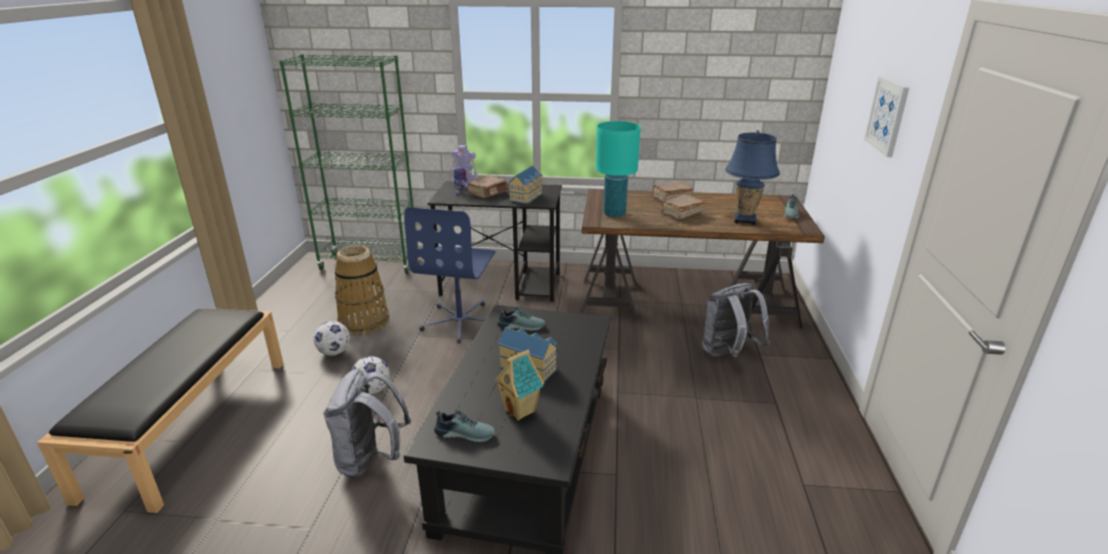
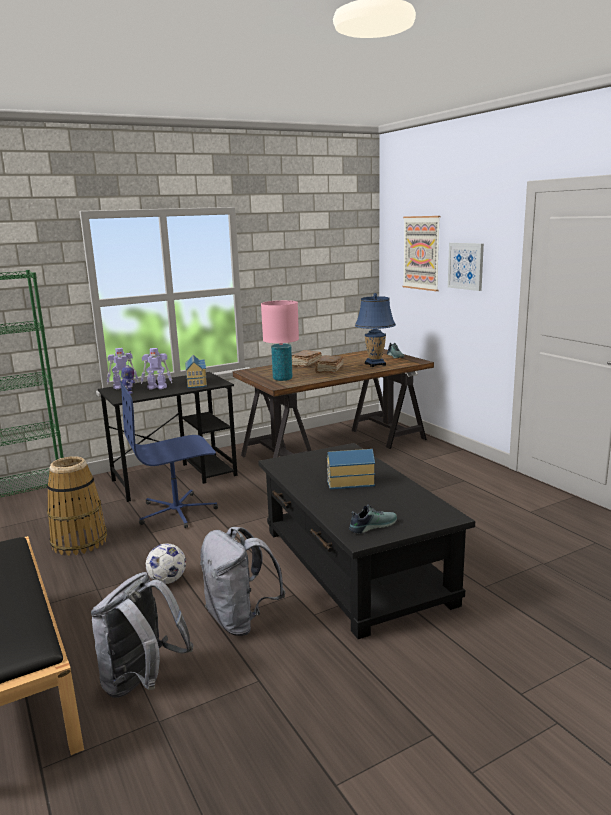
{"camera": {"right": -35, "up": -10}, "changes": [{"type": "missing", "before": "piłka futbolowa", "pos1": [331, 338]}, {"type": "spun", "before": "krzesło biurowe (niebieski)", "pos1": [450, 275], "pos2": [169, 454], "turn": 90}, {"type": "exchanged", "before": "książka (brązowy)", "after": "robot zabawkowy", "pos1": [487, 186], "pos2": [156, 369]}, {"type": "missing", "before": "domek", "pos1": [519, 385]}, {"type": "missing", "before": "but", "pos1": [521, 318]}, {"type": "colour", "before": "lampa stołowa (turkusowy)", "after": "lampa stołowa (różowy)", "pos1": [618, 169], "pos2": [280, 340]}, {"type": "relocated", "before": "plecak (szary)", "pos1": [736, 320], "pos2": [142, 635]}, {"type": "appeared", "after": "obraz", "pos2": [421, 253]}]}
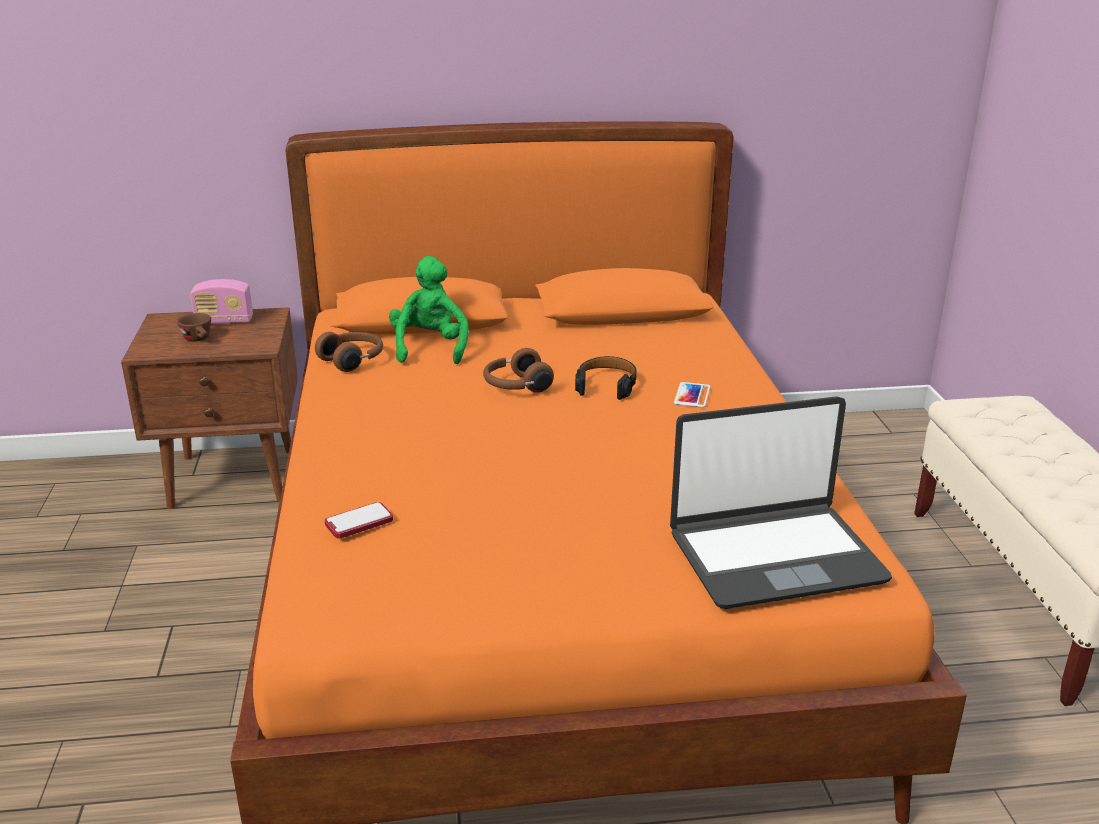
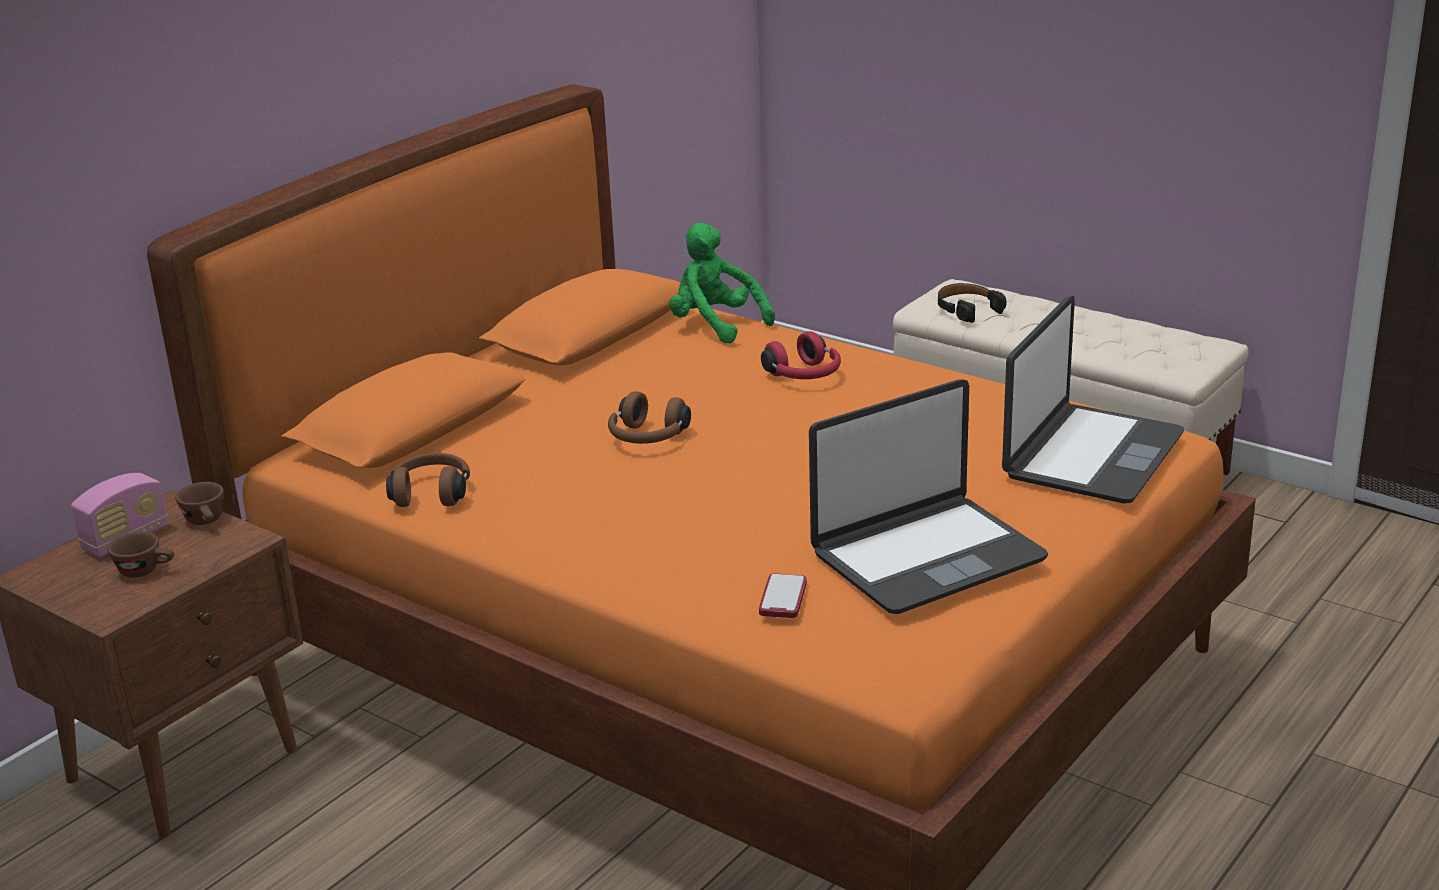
{"camera": {"right": -45, "up": 0}, "changes": [{"type": "relocated", "before": "pluszak (zielony)", "pos1": [429, 310], "pos2": [722, 283]}, {"type": "relocated", "before": "słuchawki (czarny)", "pos1": [606, 378], "pos2": [972, 303]}, {"type": "exchanged", "before": "telefon", "after": "słuchawki (czerwony)", "pos1": [692, 395], "pos2": [801, 355]}, {"type": "appeared", "after": "filiżanka (brązowy)", "pos2": [199, 503]}, {"type": "appeared", "after": "laptop", "pos2": [928, 496]}]}
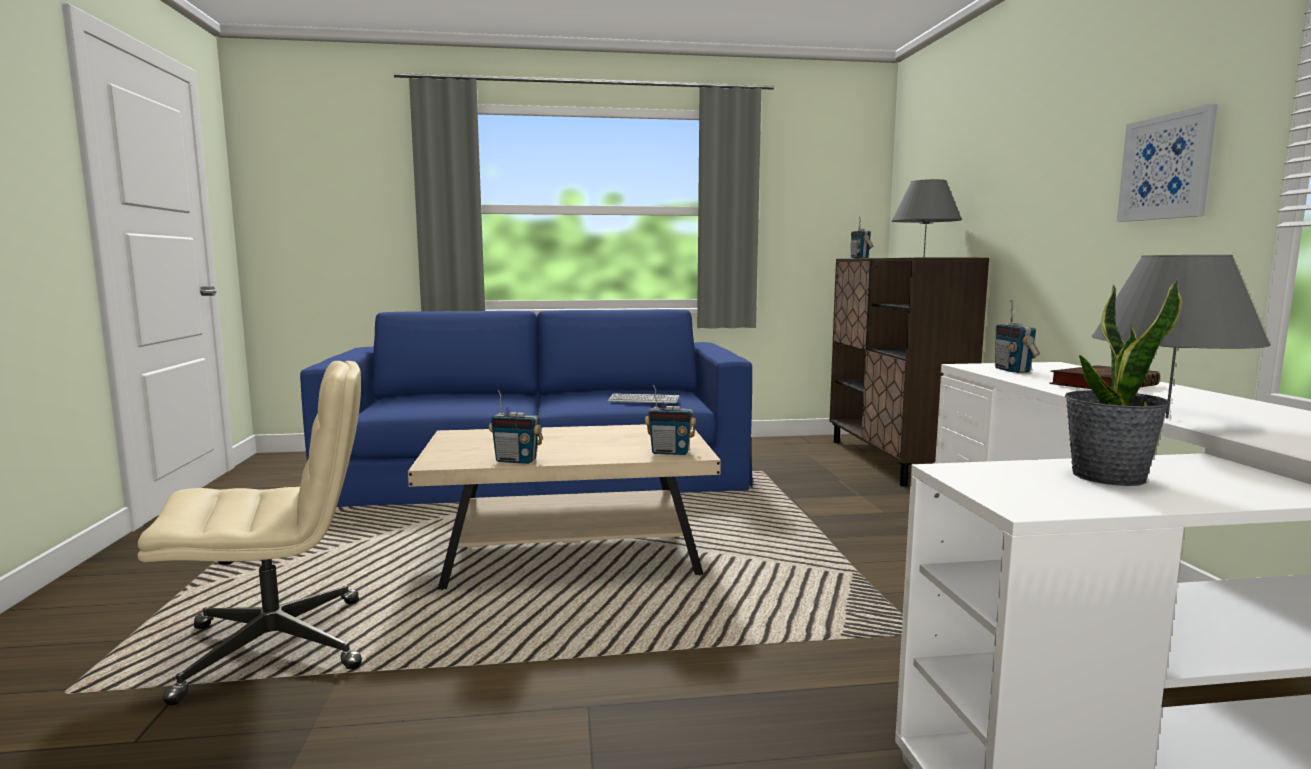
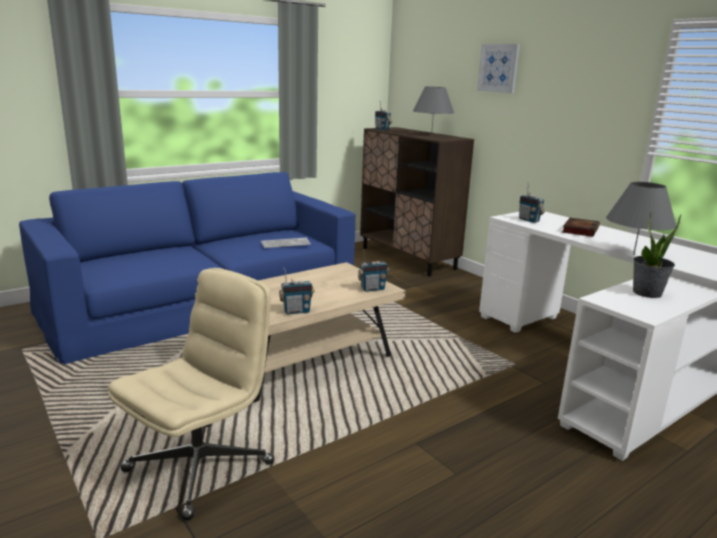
{"camera": {"right": -30, "up": 10}, "changes": [{"type": "relocated", "before": "obraz", "pos1": [1167, 163], "pos2": [498, 68]}]}
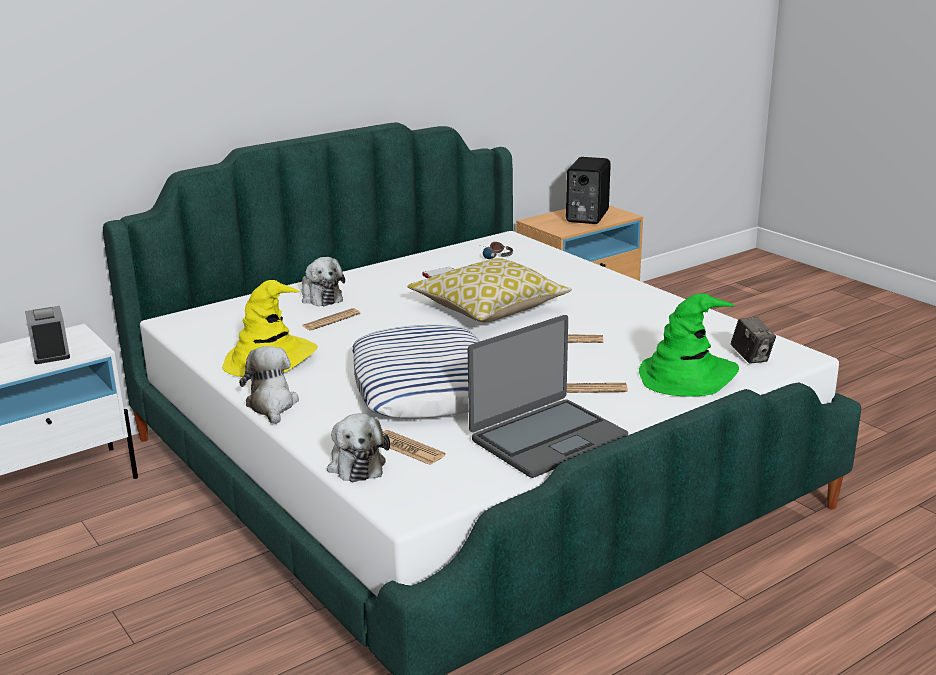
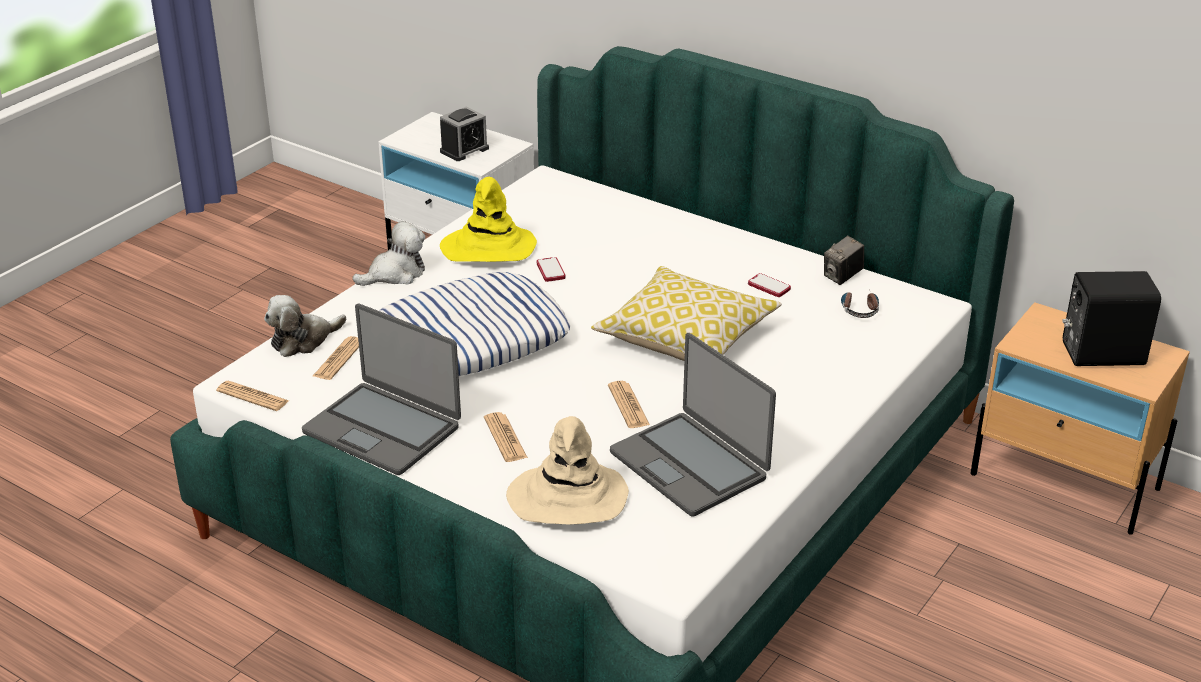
{"camera": {"right": 70, "up": 10}, "changes": [{"type": "missing", "before": "pluszak", "pos1": [323, 281]}, {"type": "relocated", "before": "gazeta", "pos1": [331, 319], "pos2": [252, 396]}, {"type": "colour", "before": "kapelusz (zielony)", "after": "kapelusz (beżowy)", "pos1": [689, 344], "pos2": [567, 470]}, {"type": "relocated", "before": "aparat fotograficzny", "pos1": [753, 340], "pos2": [844, 260]}, {"type": "appeared", "after": "telefon", "pos2": [551, 269]}, {"type": "appeared", "after": "laptop", "pos2": [693, 425]}]}
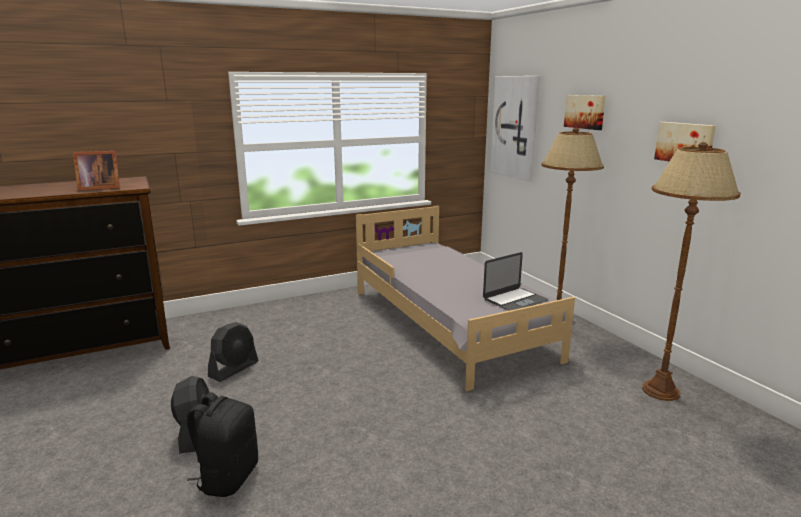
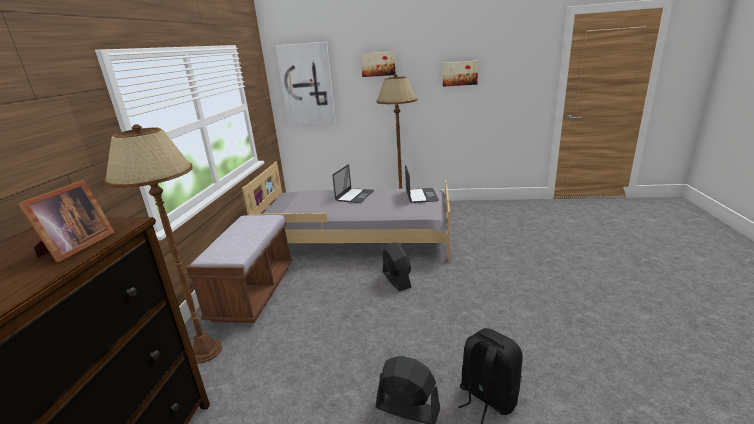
{"camera": {"right": -55, "up": 5}, "changes": [{"type": "relocated", "before": "wentylator (czarny)", "pos1": [233, 352], "pos2": [397, 266]}, {"type": "relocated", "before": "lampa stojąca (brązowy)", "pos1": [691, 271], "pos2": [162, 244]}, {"type": "appeared", "after": "ławka (brązowy)", "pos2": [239, 269]}, {"type": "appeared", "after": "laptop", "pos2": [353, 183]}]}
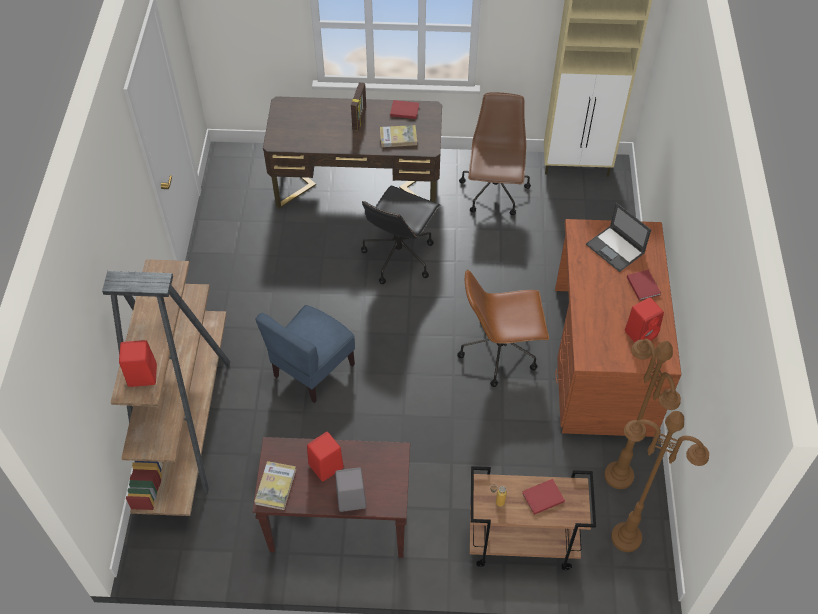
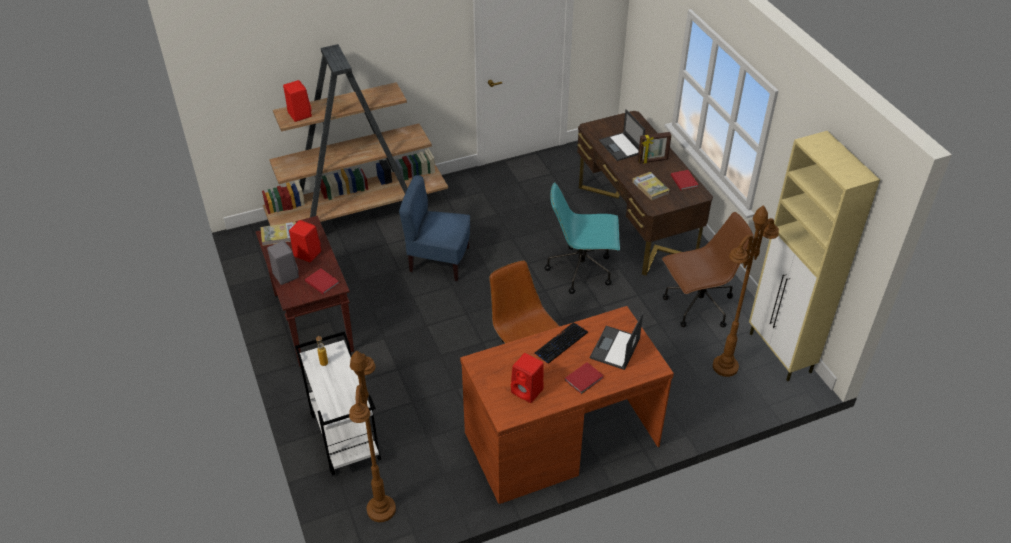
{"camera": {"right": 65, "up": -10}, "changes": [{"type": "colour", "before": "krzesło biurowe (czarny)", "after": "krzesło biurowe (turkusowy)", "pos1": [400, 234], "pos2": [582, 238]}, {"type": "colour", "before": "wózek (brązowy)", "after": "wózek (biały)", "pos1": [533, 518], "pos2": [338, 403]}, {"type": "relocated", "before": "książka (czerwony)", "pos1": [543, 497], "pos2": [322, 281]}, {"type": "relocated", "before": "lampa stojąca (brązowy)", "pos1": [642, 414], "pos2": [746, 291]}, {"type": "appeared", "after": "klawiatura", "pos2": [561, 343]}, {"type": "appeared", "after": "laptop", "pos2": [622, 135]}]}
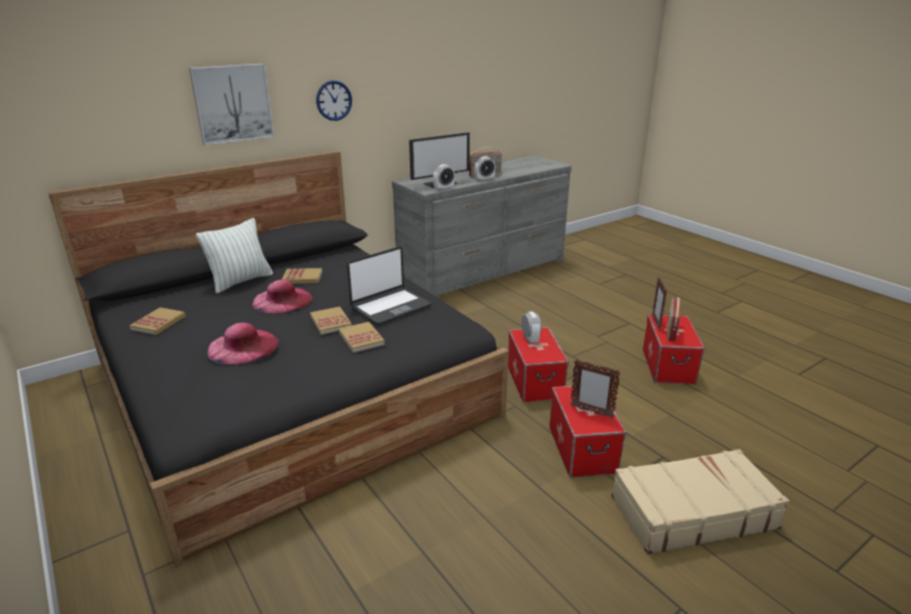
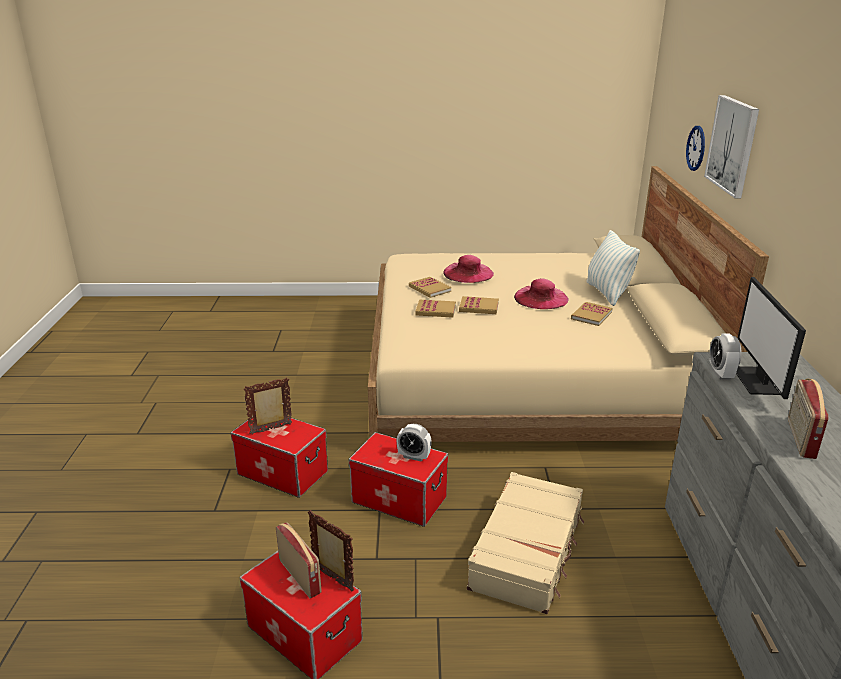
{"camera": {"right": 125, "up": 0}, "changes": [{"type": "colour", "before": "łóżko (czarny)", "after": "łóżko (beżowy)", "pos1": [278, 359], "pos2": [568, 304]}, {"type": "relocated", "before": "książka", "pos1": [157, 321], "pos2": [430, 287]}, {"type": "relocated", "before": "zegar ścienny", "pos1": [334, 100], "pos2": [695, 148]}, {"type": "missing", "before": "laptop", "pos1": [389, 286]}, {"type": "missing", "before": "budzik", "pos1": [485, 168]}, {"type": "relocated", "before": "walizka (beżowy)", "pos1": [700, 501], "pos2": [525, 543]}]}
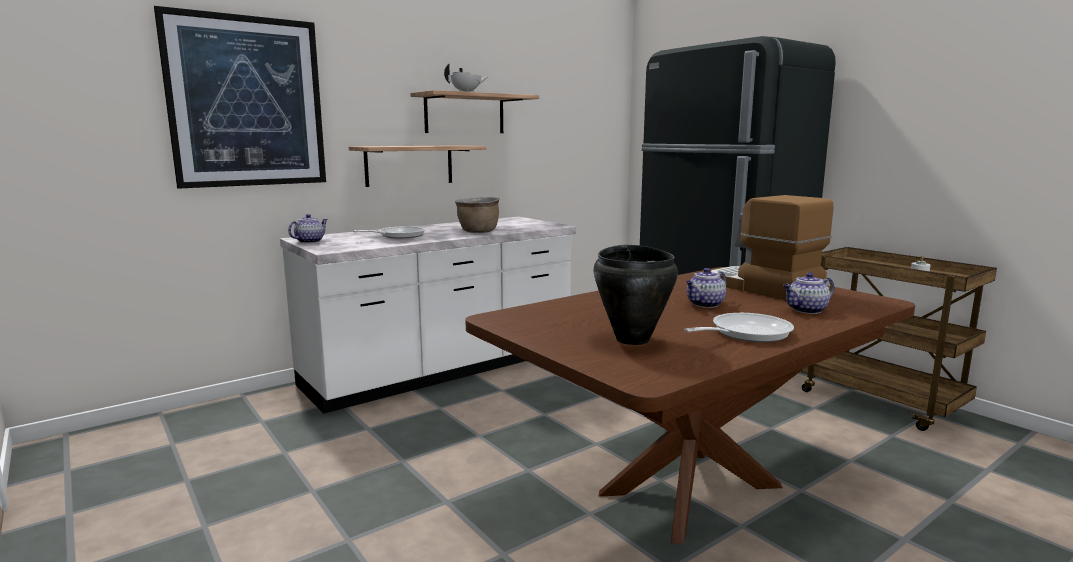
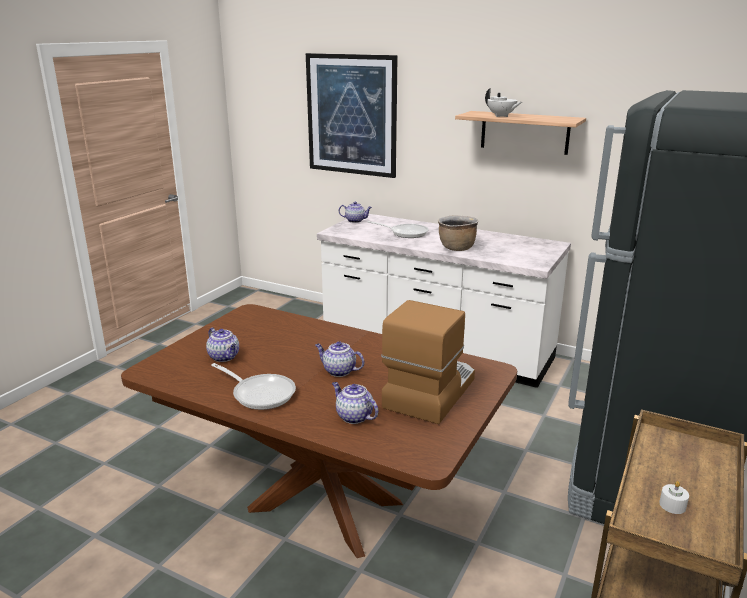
{"camera": {"right": 65, "up": 10}, "changes": [{"type": "missing", "before": "półka", "pos1": [418, 166]}, {"type": "exchanged", "before": "garnek (czarny)", "after": "imbryk", "pos1": [636, 295], "pos2": [222, 345]}]}
